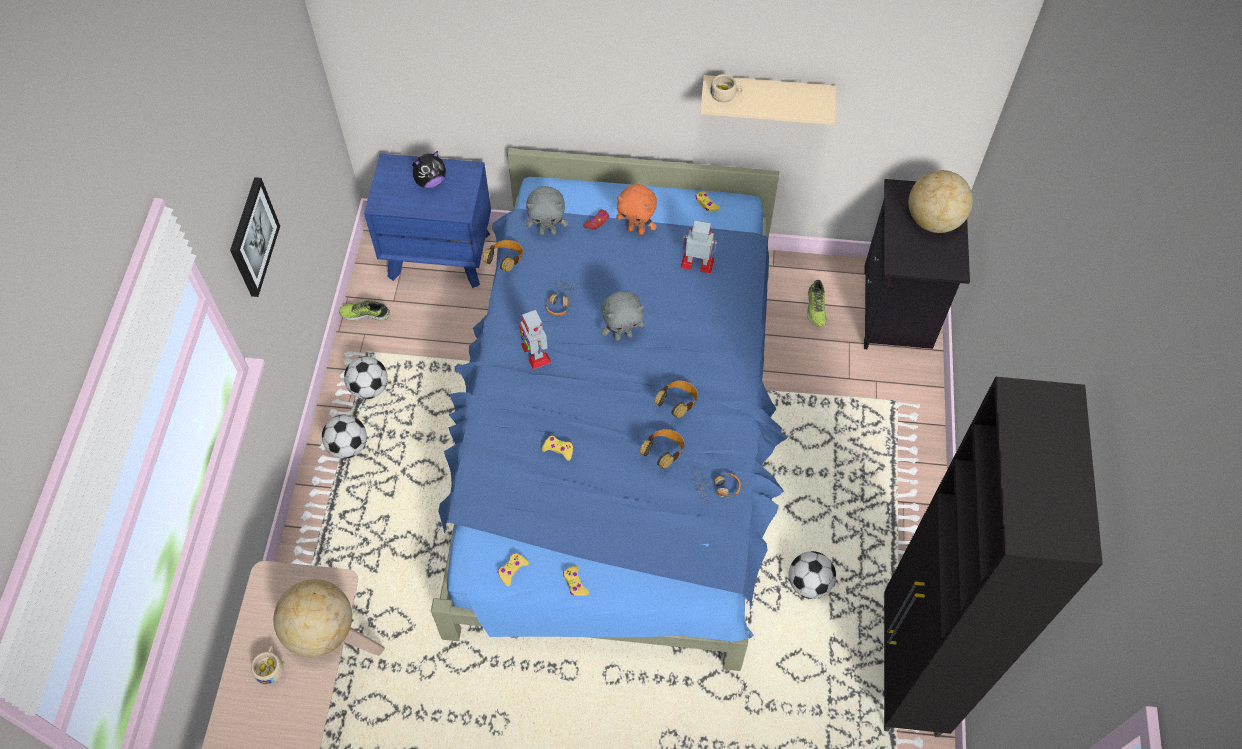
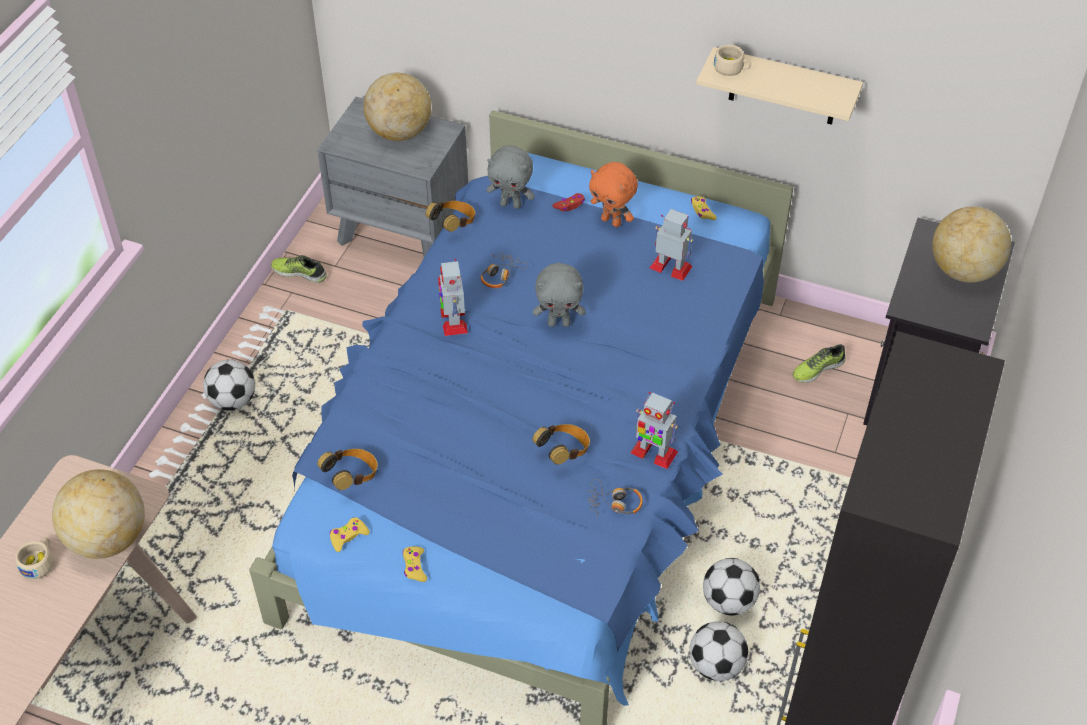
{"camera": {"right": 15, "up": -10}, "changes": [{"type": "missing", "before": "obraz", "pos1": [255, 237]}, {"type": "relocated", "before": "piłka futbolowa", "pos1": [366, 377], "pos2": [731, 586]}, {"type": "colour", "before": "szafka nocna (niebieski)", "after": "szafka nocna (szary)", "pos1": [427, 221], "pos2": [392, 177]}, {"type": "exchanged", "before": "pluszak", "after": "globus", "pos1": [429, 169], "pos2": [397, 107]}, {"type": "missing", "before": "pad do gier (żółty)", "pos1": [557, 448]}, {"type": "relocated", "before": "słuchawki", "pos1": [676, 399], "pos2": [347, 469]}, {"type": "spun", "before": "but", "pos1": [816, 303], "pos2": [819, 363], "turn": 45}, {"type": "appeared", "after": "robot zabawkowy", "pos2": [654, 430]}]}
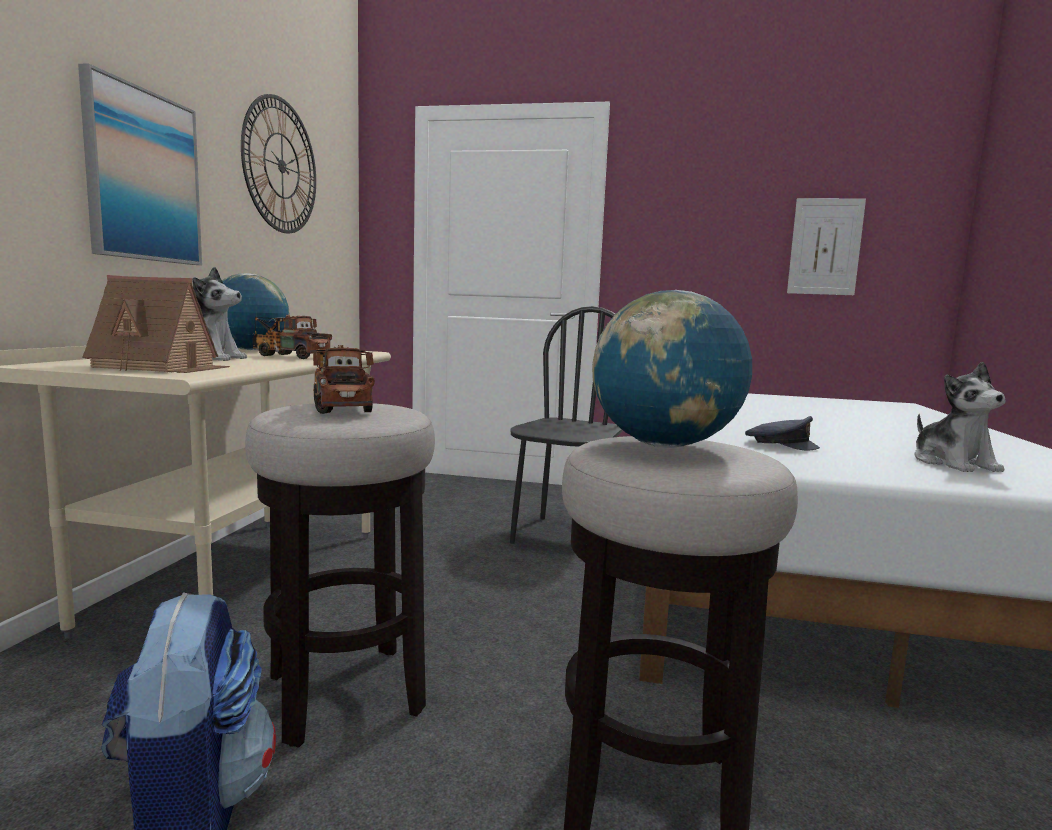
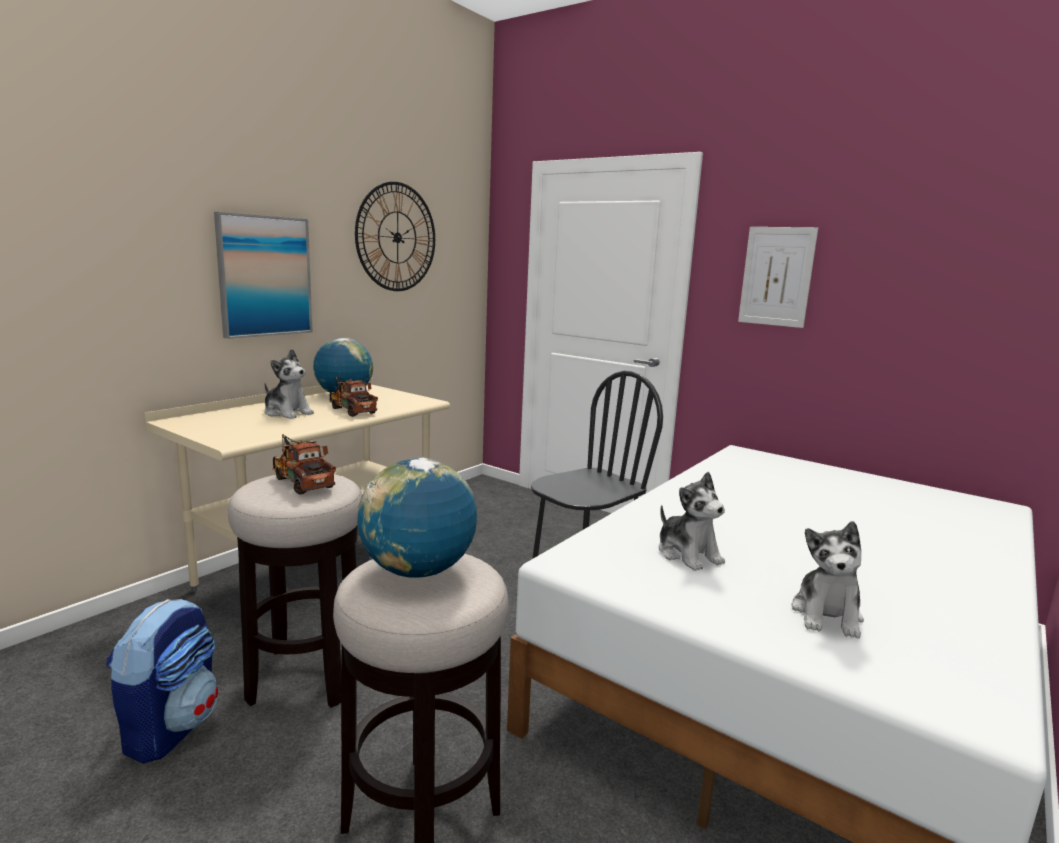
{"camera": {"right": 25, "up": 5}, "changes": [{"type": "missing", "before": "domek", "pos1": [156, 324]}, {"type": "spun", "before": "ciężarówka zabawkowa", "pos1": [344, 379], "pos2": [304, 464], "turn": -45}, {"type": "exchanged", "before": "czapka z daszkiem (szary)", "after": "pluszak", "pos1": [782, 433], "pos2": [692, 521]}, {"type": "relocated", "before": "obraz", "pos1": [826, 246], "pos2": [778, 277]}]}
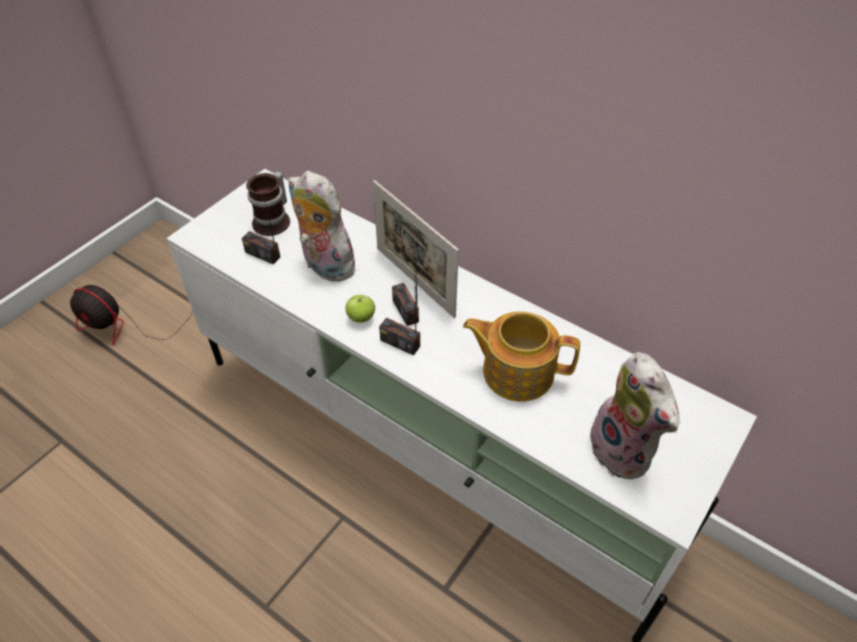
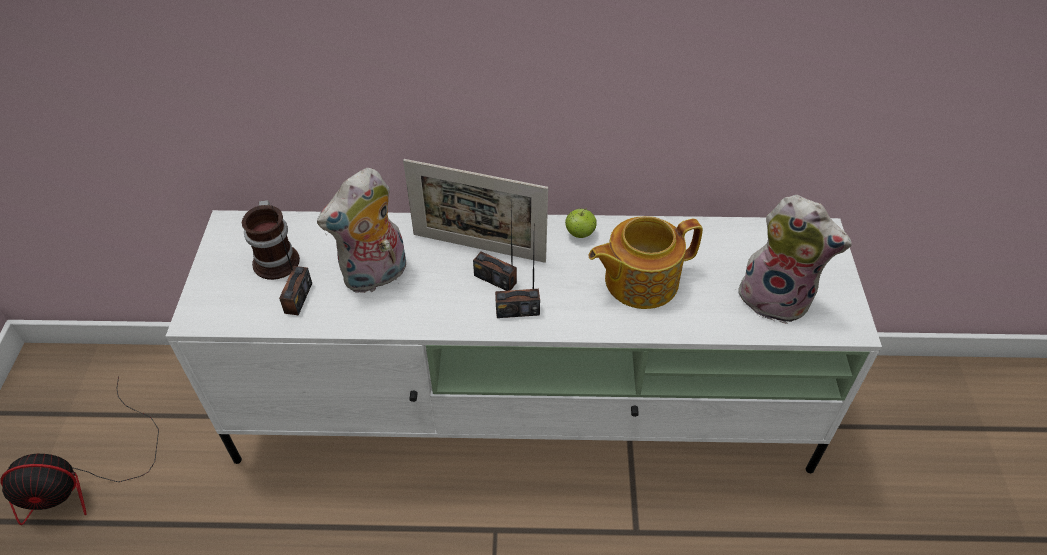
{"camera": {"right": -35, "up": 0}, "changes": [{"type": "spun", "before": "radio", "pos1": [261, 223], "pos2": [292, 260], "turn": -75}, {"type": "spun", "before": "pluszak", "pos1": [325, 226], "pos2": [361, 230], "turn": -45}, {"type": "relocated", "before": "jabłko", "pos1": [360, 309], "pos2": [581, 223]}]}
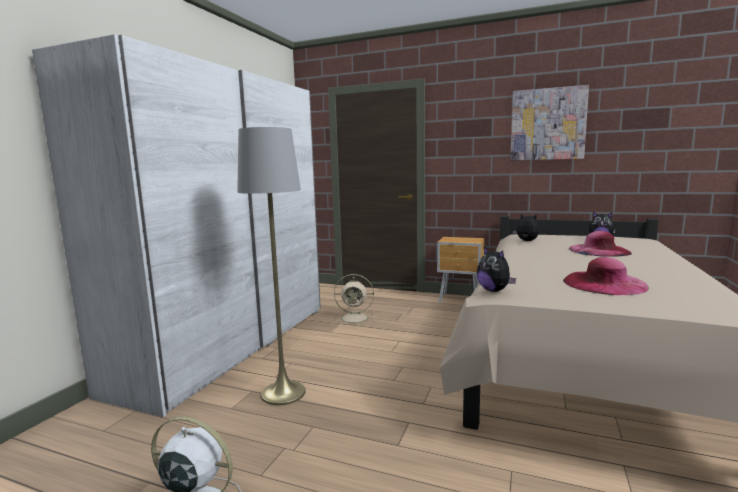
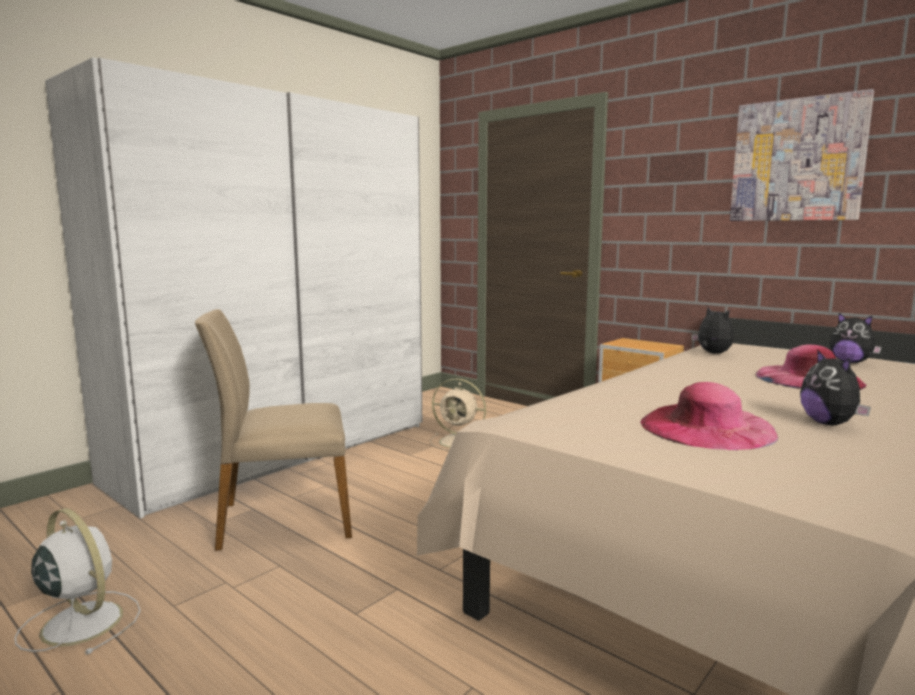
{"camera": {"right": 20, "up": 0}, "changes": [{"type": "exchanged", "before": "lampa stojąca (szary)", "after": "krzesło (beżowy)", "pos1": [271, 266], "pos2": [273, 430]}, {"type": "relocated", "before": "pluszak", "pos1": [496, 269], "pos2": [835, 387]}]}
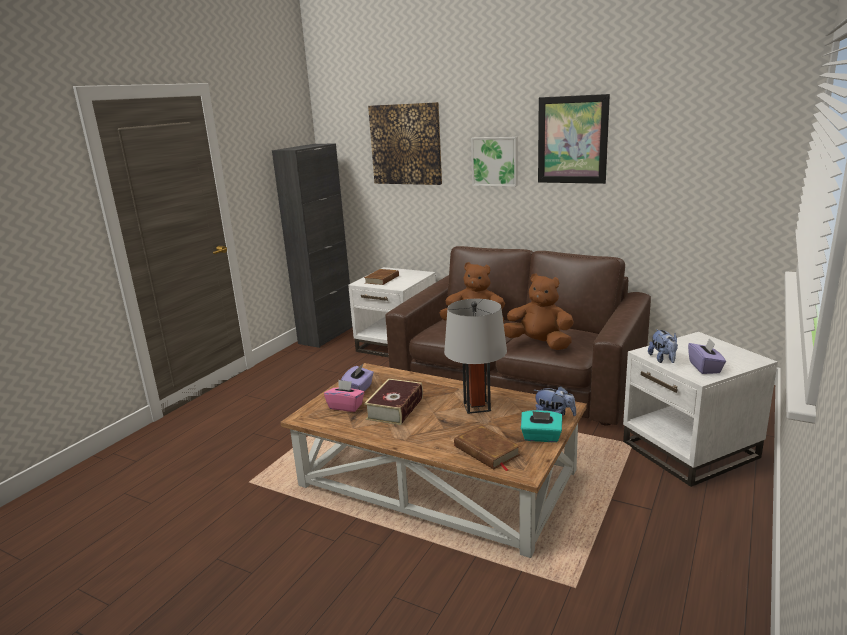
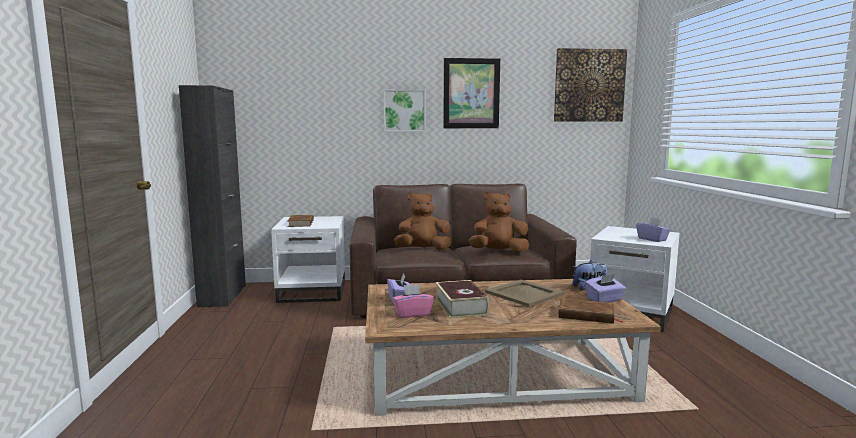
{"camera": {"right": -35, "up": -10}, "changes": [{"type": "relocated", "before": "obraz", "pos1": [405, 143], "pos2": [590, 85]}, {"type": "exchanged", "before": "lampa stołowa (szary)", "after": "taca (beżowy)", "pos1": [475, 356], "pos2": [524, 293]}, {"type": "colour", "before": "pudełko chusteczek (turkusowy)", "after": "pudełko chusteczek (fioletowy)", "pos1": [541, 426], "pos2": [605, 288]}, {"type": "missing", "before": "pluszak", "pos1": [663, 346]}]}
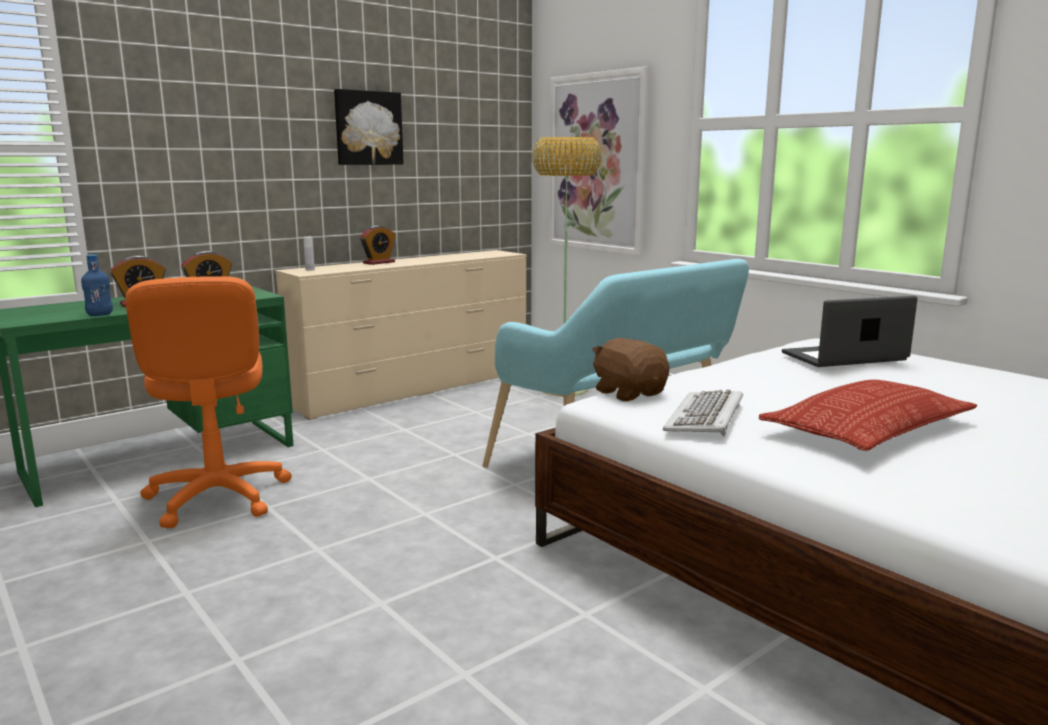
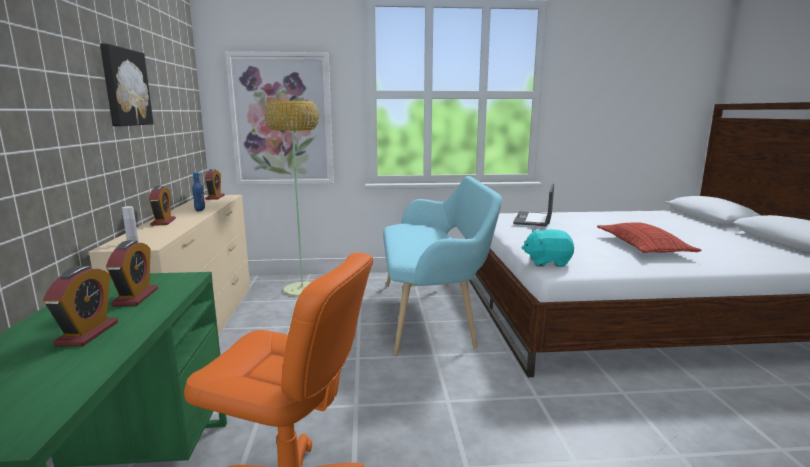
{"camera": {"right": -55, "up": 0}, "changes": [{"type": "relocated", "before": "butelka (niebieski)", "pos1": [97, 285], "pos2": [198, 191]}, {"type": "colour", "before": "pluszak (brązowy)", "after": "pluszak (turkusowy)", "pos1": [630, 369], "pos2": [547, 248]}, {"type": "missing", "before": "klawiatura", "pos1": [703, 412]}, {"type": "appeared", "after": "budzik", "pos2": [214, 184]}]}
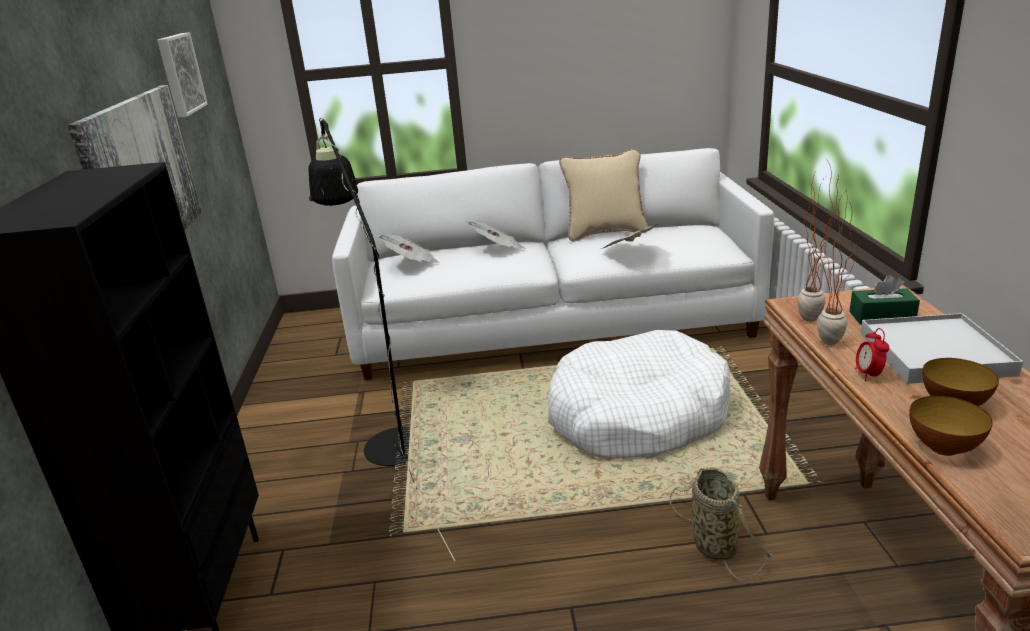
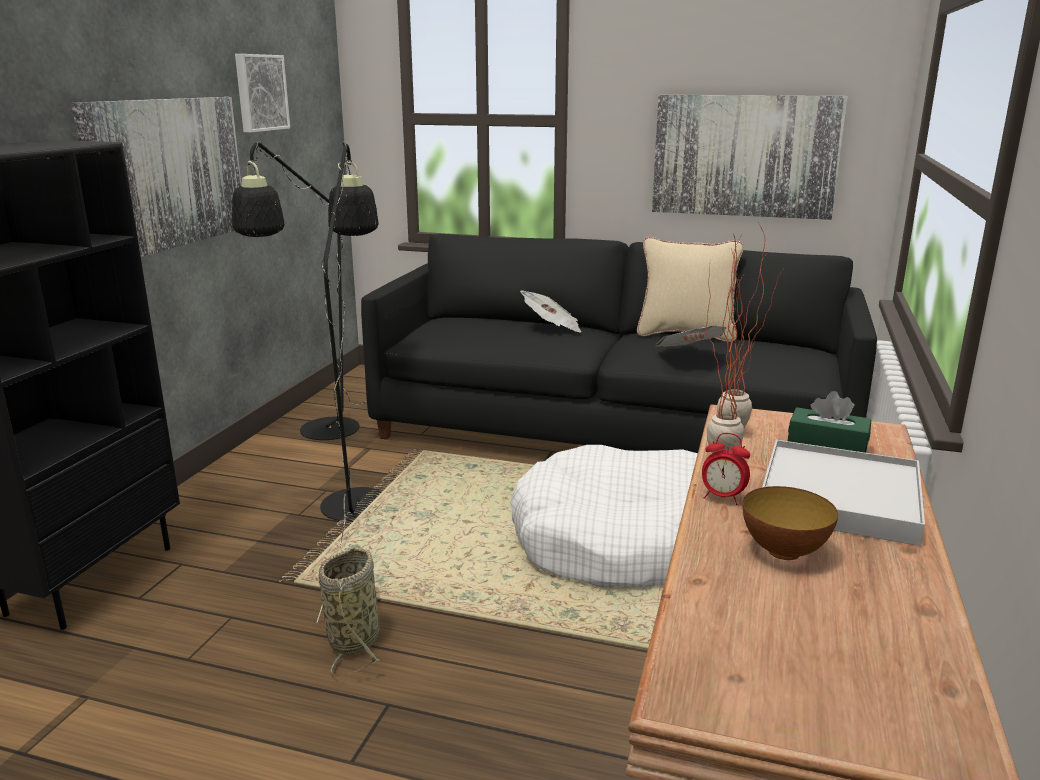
{"camera": {"right": 20, "up": -5}, "changes": [{"type": "colour", "before": "kanapa (biały)", "after": "kanapa (czarny)", "pos1": [553, 264], "pos2": [619, 343]}, {"type": "missing", "before": "gazeta", "pos1": [408, 248]}, {"type": "relocated", "before": "koszyk", "pos1": [721, 523], "pos2": [349, 611]}, {"type": "spun", "before": "budzik", "pos1": [872, 354], "pos2": [726, 469], "turn": -90}, {"type": "missing", "before": "miska", "pos1": [950, 426]}, {"type": "appeared", "after": "lampa stojąca (czarny)", "pos2": [299, 289]}, {"type": "appeared", "after": "obraz", "pos2": [750, 157]}]}
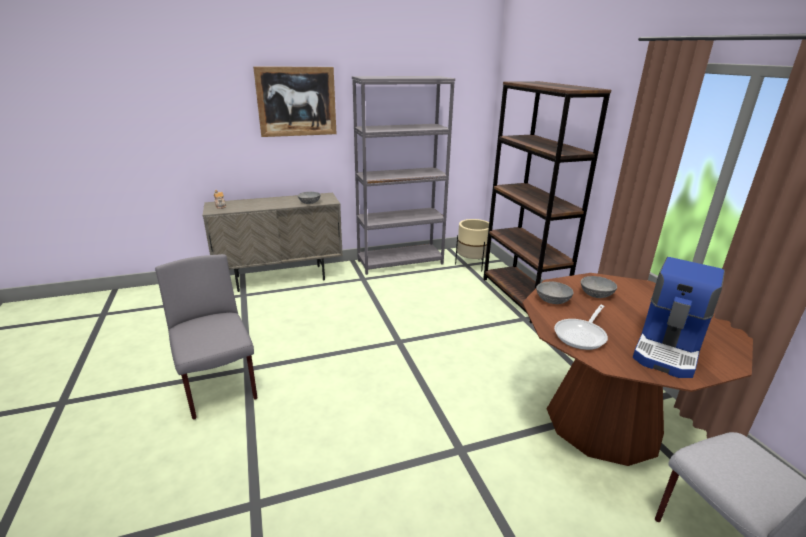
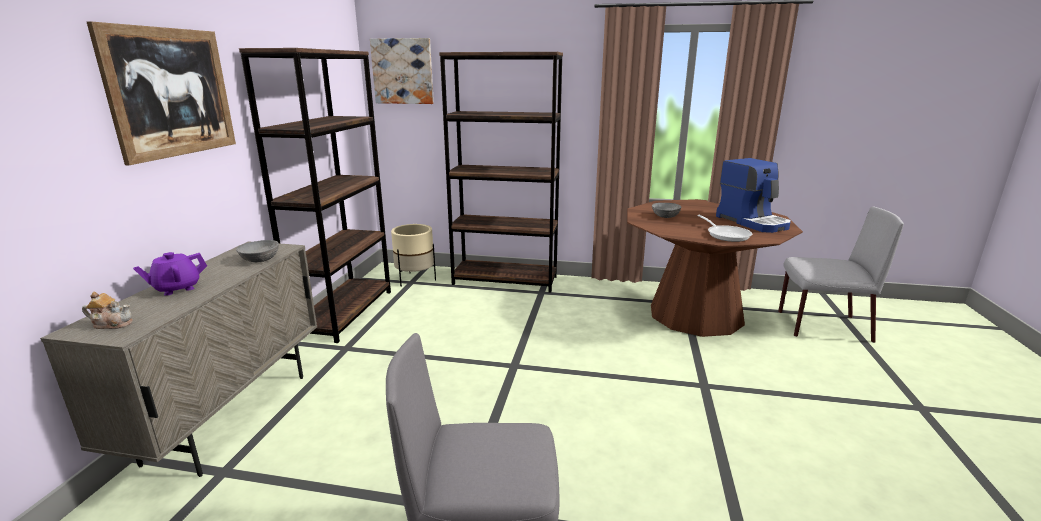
{"camera": {"right": -60, "up": -5}, "changes": [{"type": "colour", "before": "regał (szary)", "after": "regał (brązowy)", "pos1": [403, 175], "pos2": [315, 195]}, {"type": "missing", "before": "miska (szary)", "pos1": [555, 292]}, {"type": "appeared", "after": "imbryk (fioletowy)", "pos2": [170, 274]}, {"type": "appeared", "after": "obraz", "pos2": [402, 71]}]}
